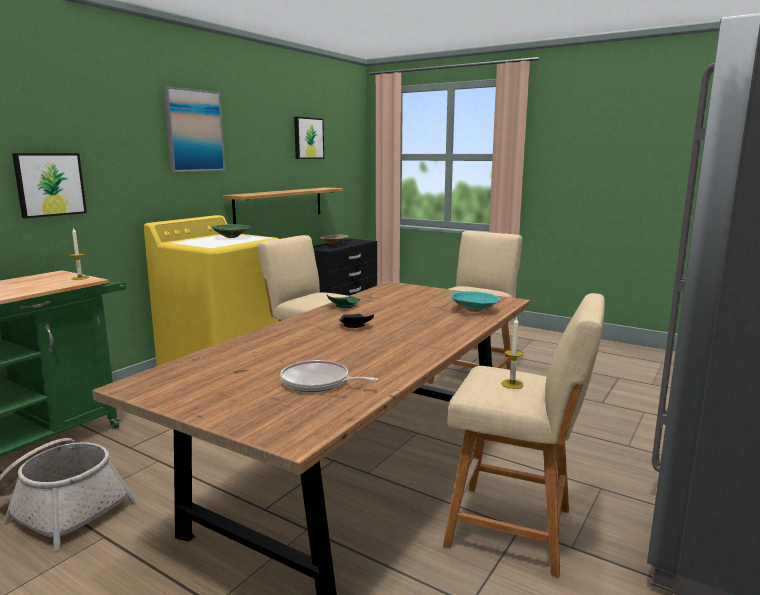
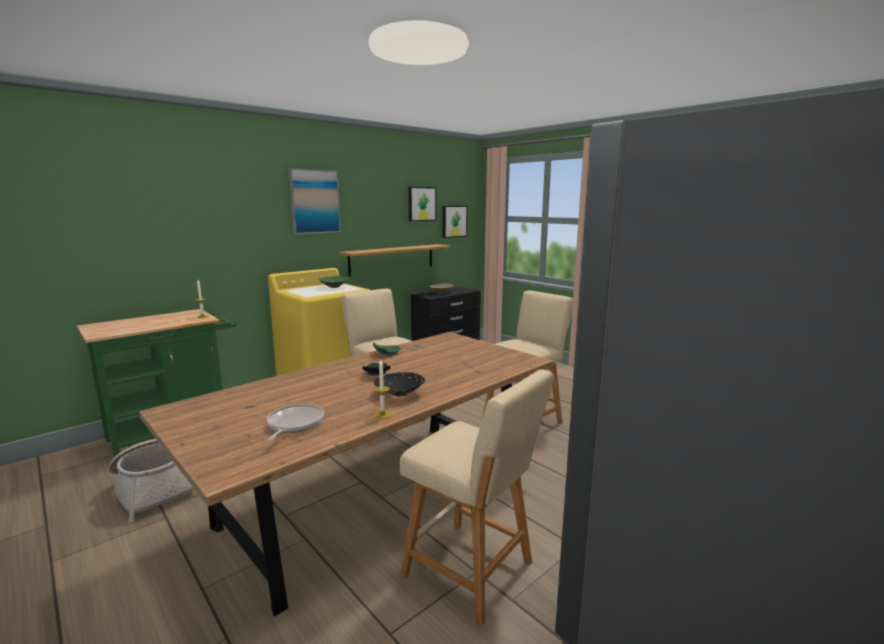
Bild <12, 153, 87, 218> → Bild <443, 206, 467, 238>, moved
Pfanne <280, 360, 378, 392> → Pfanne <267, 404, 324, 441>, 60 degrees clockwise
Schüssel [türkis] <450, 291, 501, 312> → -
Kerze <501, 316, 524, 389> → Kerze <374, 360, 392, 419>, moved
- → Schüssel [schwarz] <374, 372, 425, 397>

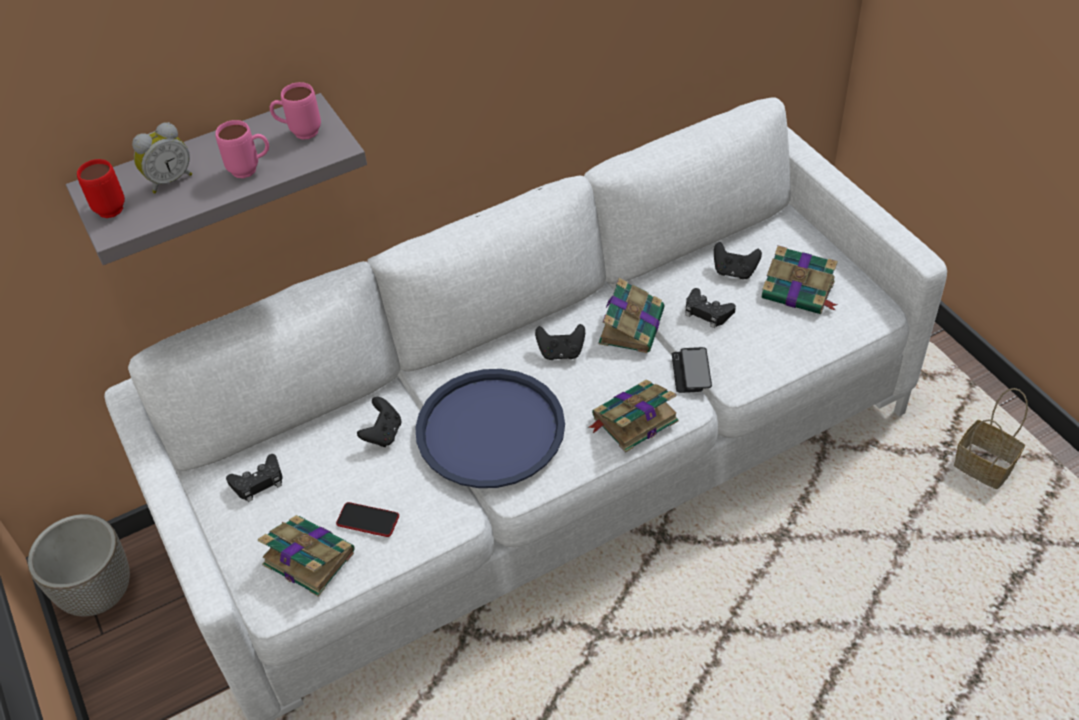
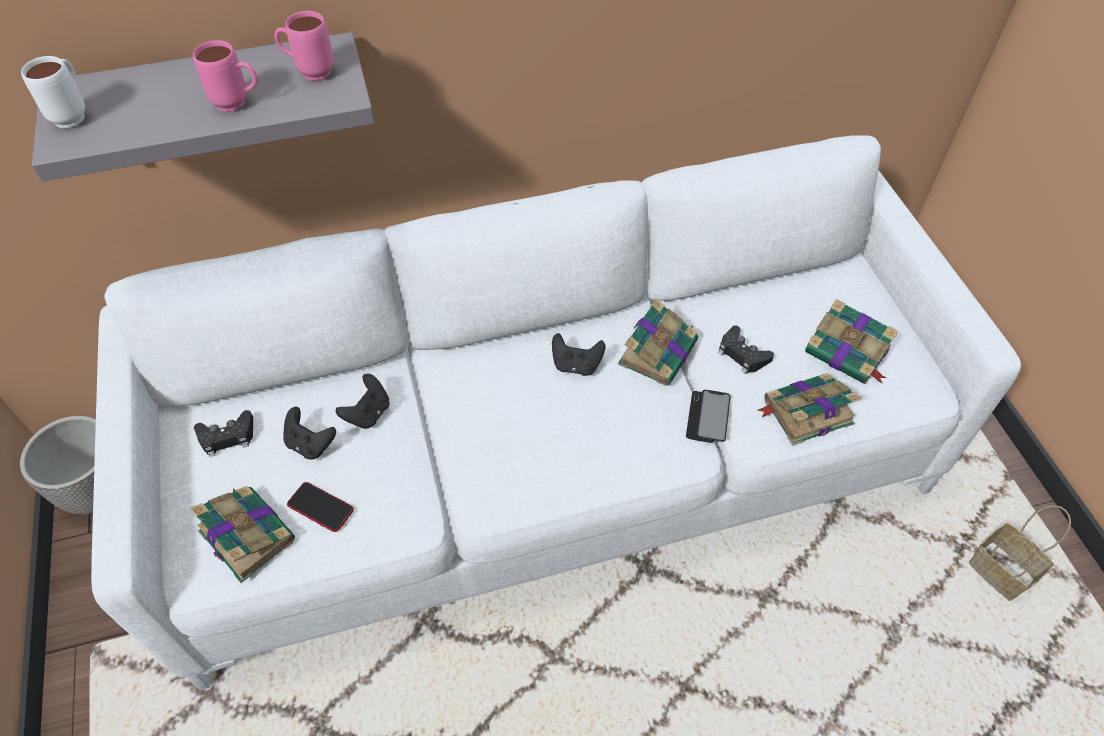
Henkelbecher [rot] <77, 159, 125, 218> → Henkelbecher [weiß] <21, 56, 85, 128>
Wecker <132, 122, 192, 193> → -
Tablett [blau] <415, 369, 565, 488> → -
Buch <588, 380, 679, 453> → Buch <758, 373, 862, 446>, moved
Gamepad [schwarz] <714, 242, 762, 279> → Gamepad [schwarz] <283, 407, 336, 460>, moved

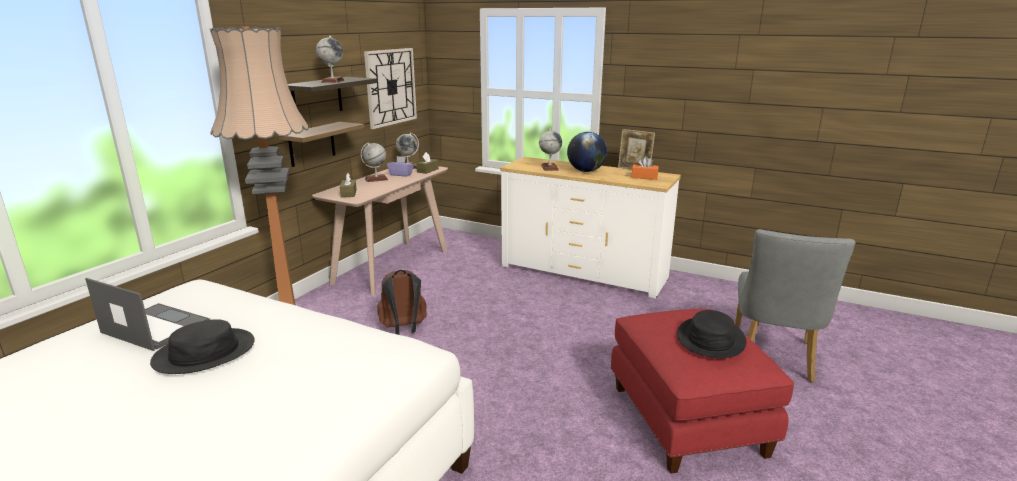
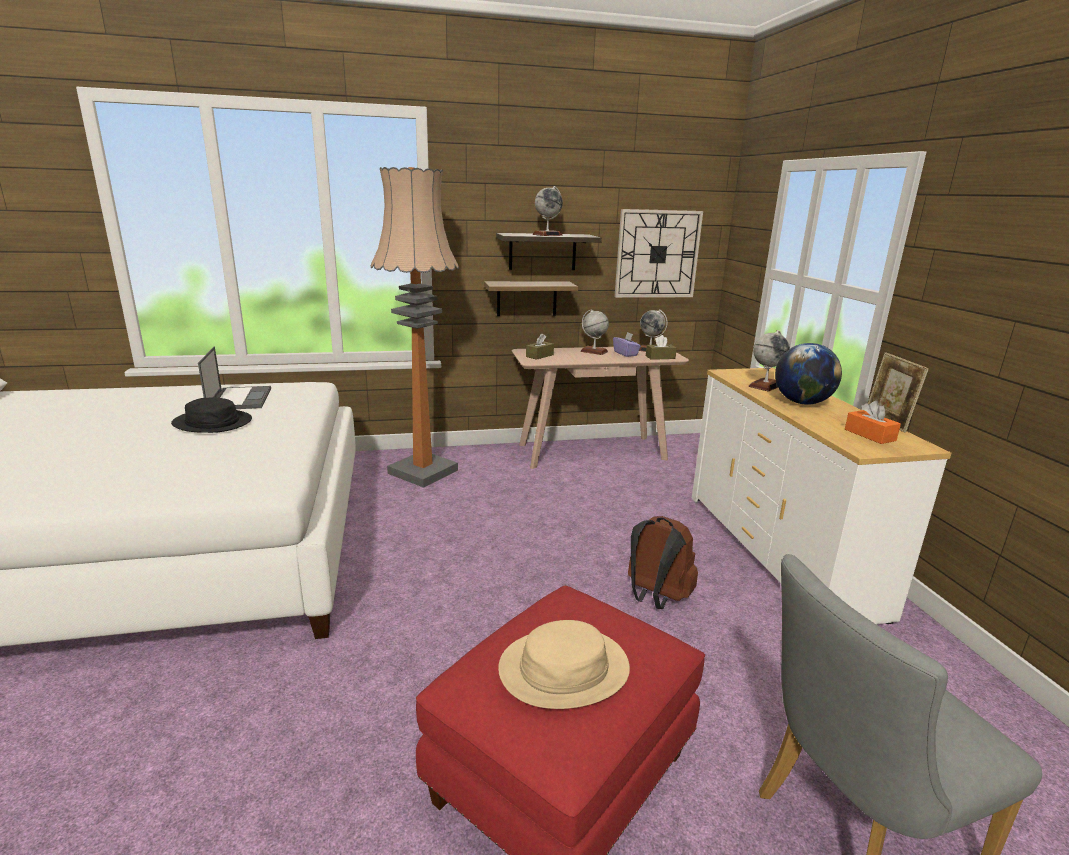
Rucksack [braun] <377, 270, 427, 335> → Rucksack [braun] <628, 516, 698, 609>, moved
Hut [schwarz] <677, 310, 747, 358> → Hut [beige] <498, 620, 630, 709>

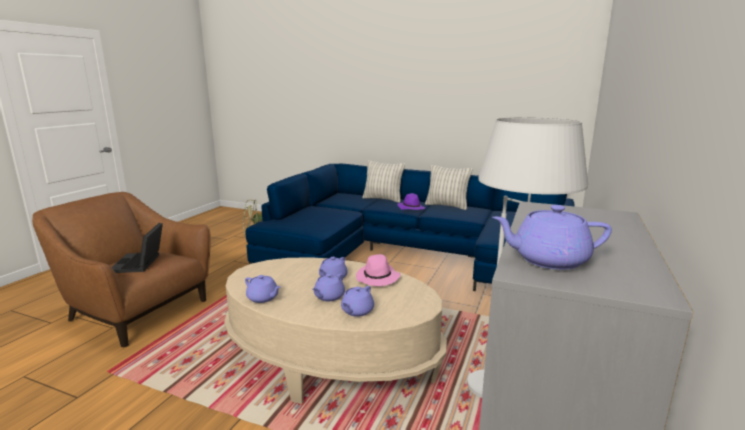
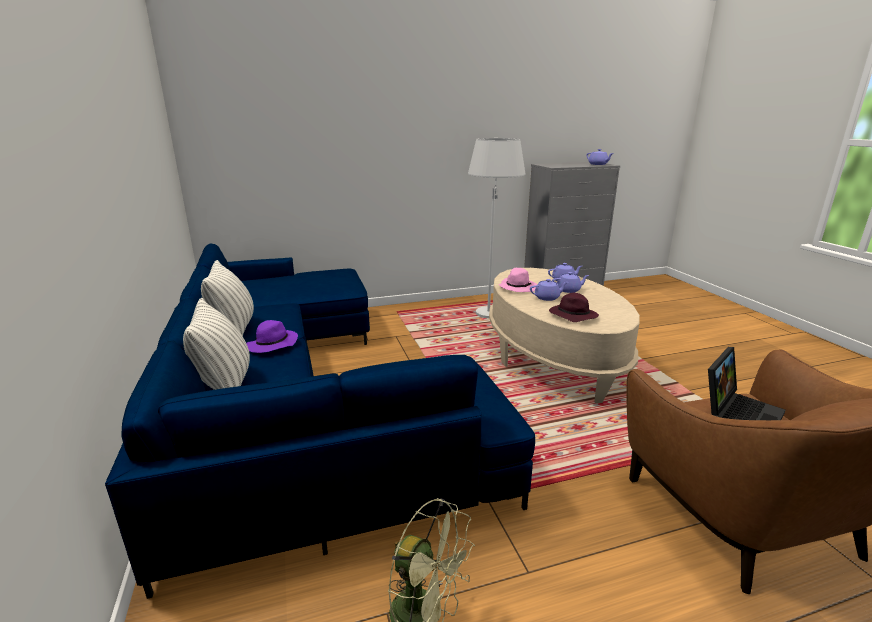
Teekanne [lila] <245, 275, 281, 303> → -
- → Hut [lila] <549, 293, 599, 322>

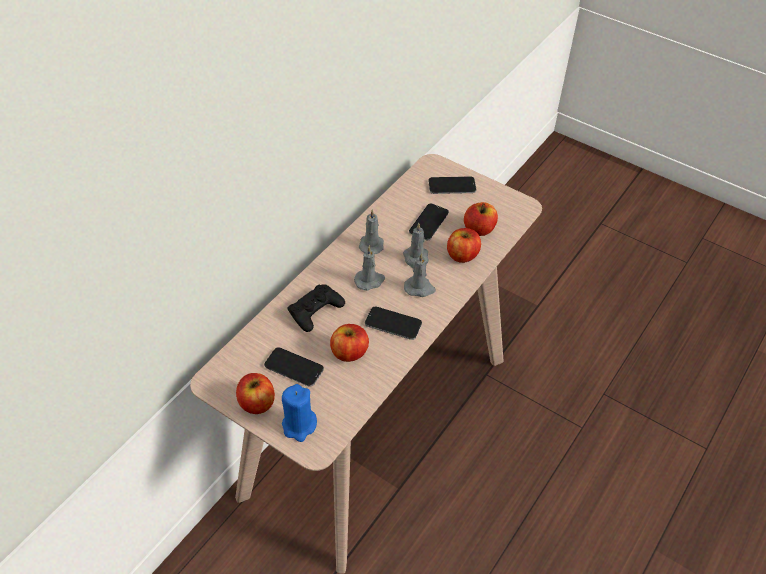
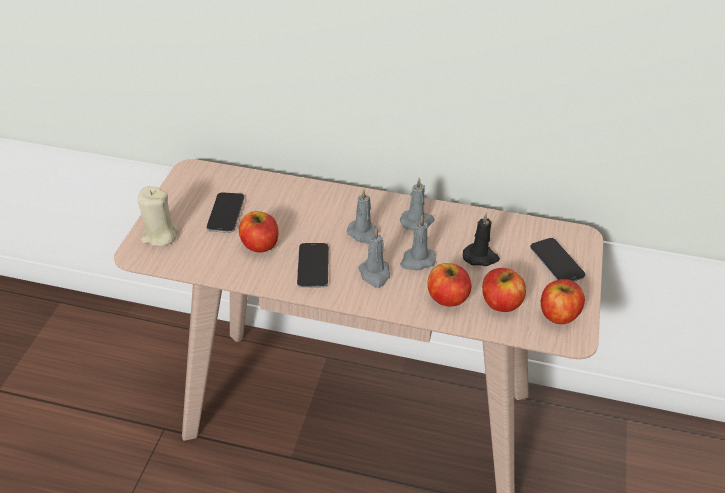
Apfel <236, 373, 275, 414> → Apfel <541, 279, 585, 324>, moved
Kerze [blau] <282, 384, 317, 442> → Kerze [beige] <138, 186, 178, 247>
Gamepad [schwarz] <287, 284, 345, 332> → -
Handy <409, 204, 449, 241> → Kerze [schwarz] <463, 212, 500, 266>

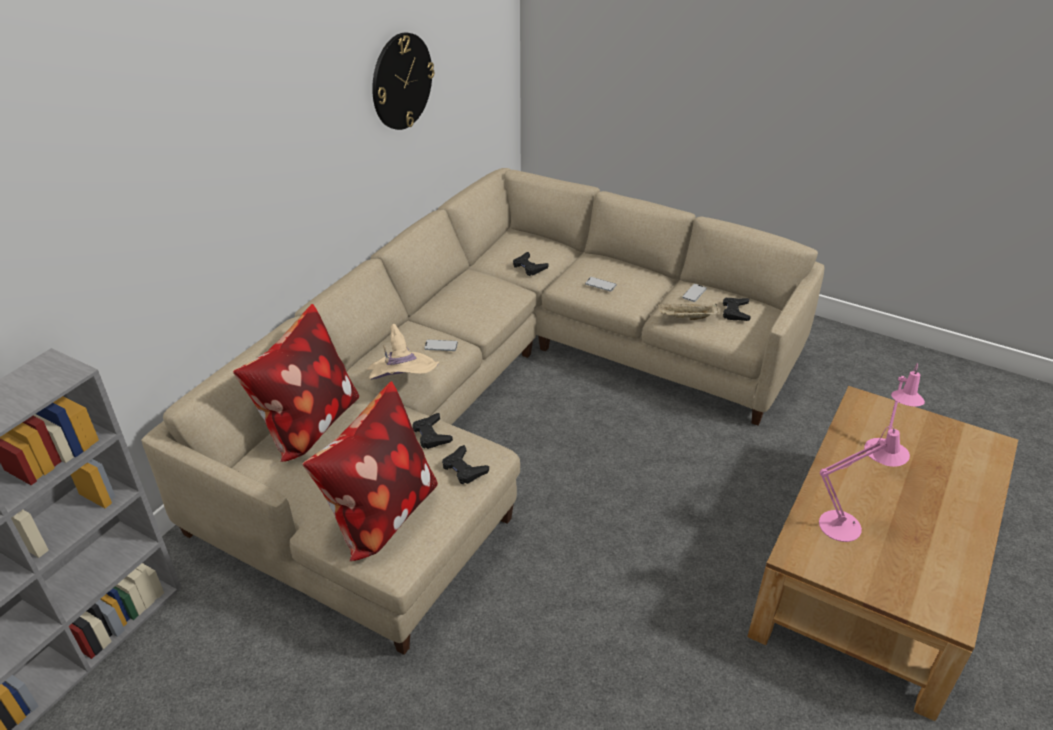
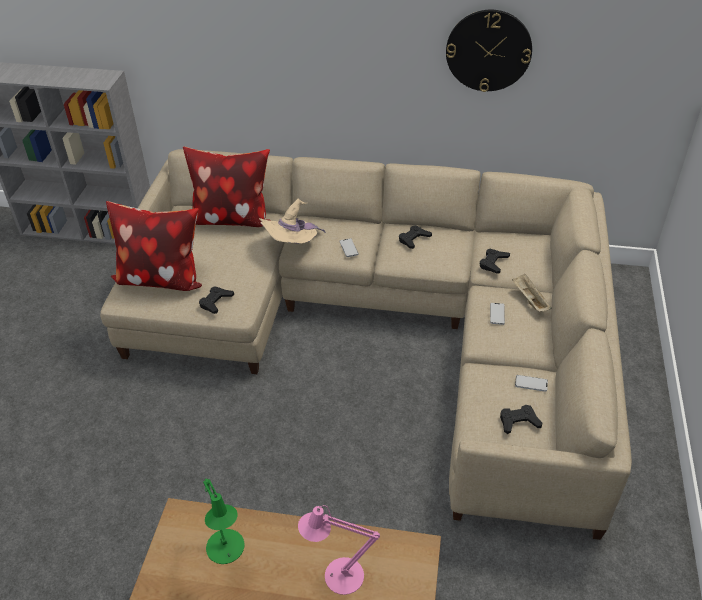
Gamepad [schwarz] <412, 413, 453, 449> → Gamepad [schwarz] <399, 225, 432, 249>, moved
Tablett [beige] <658, 304, 719, 320> → Tablett [beige] <512, 273, 552, 312>, moved
Tischlampe [rosa] <819, 426, 910, 542> → Tischlampe [grün] <203, 479, 245, 564>

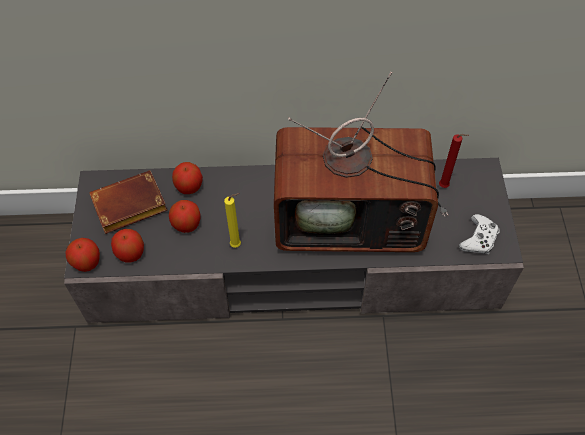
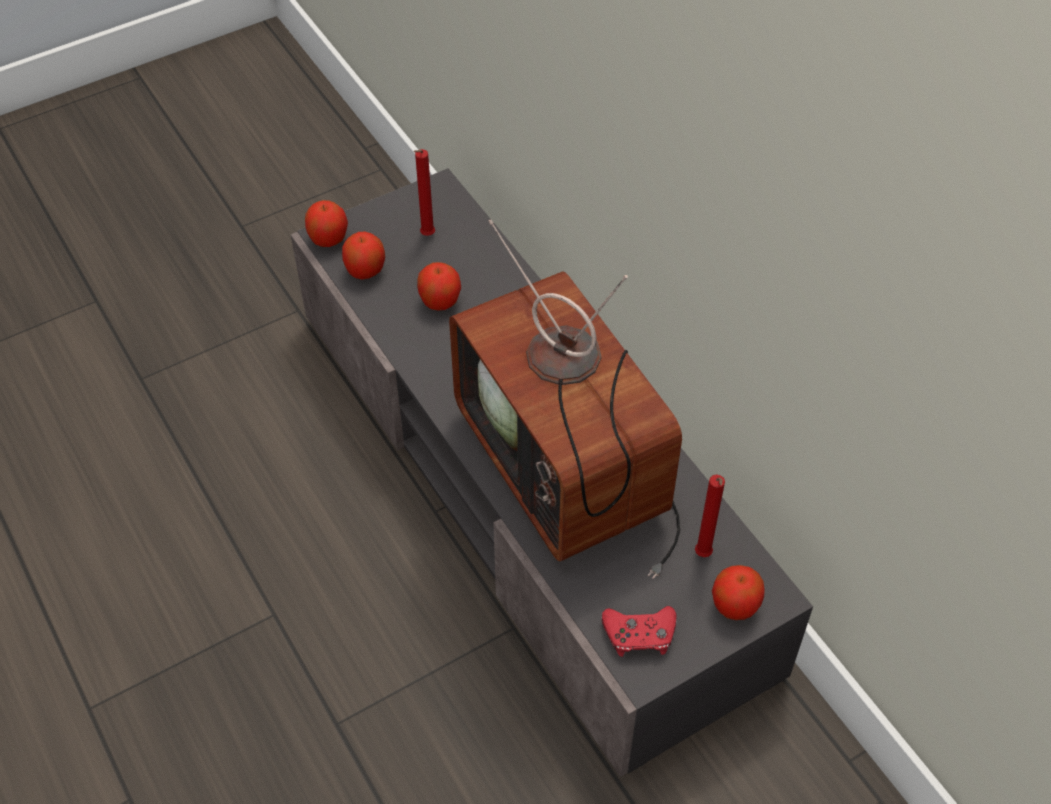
Buch [braun] <89, 170, 168, 234> → Kerze [rot] <413, 149, 435, 236>
Apfel <172, 162, 203, 194> → Apfel <712, 565, 765, 620>, moved
Kerze [gelb] <224, 193, 241, 248> → -
Gamepad [weiß] <459, 214, 500, 254> → Gamepad [rot] <601, 606, 677, 657>

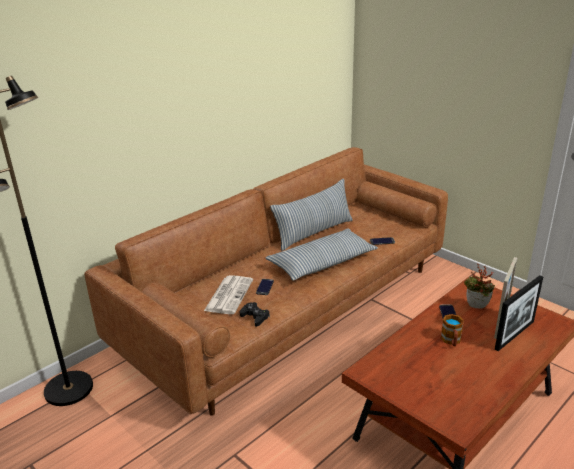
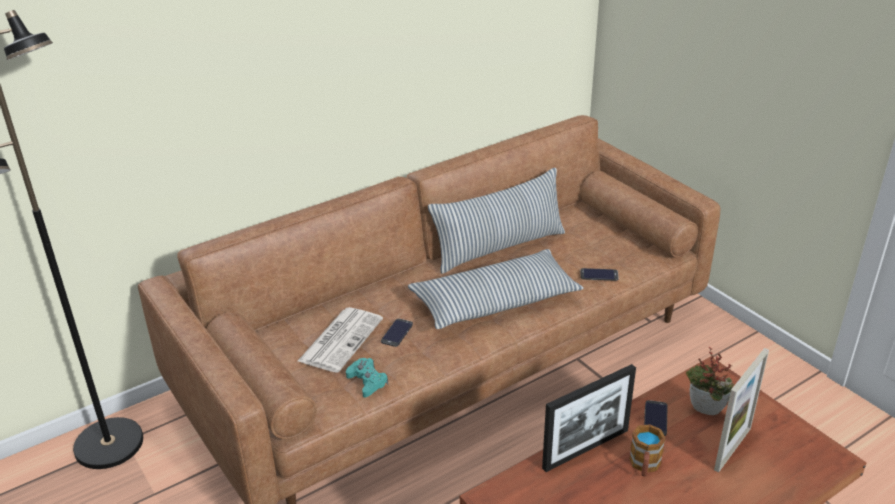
Gamepad [schwarz] <240, 302, 270, 327> → Gamepad [türkis] <346, 358, 388, 398>
Bilderrahmen <495, 275, 543, 351> → Bilderrahmen <542, 364, 636, 472>, moved

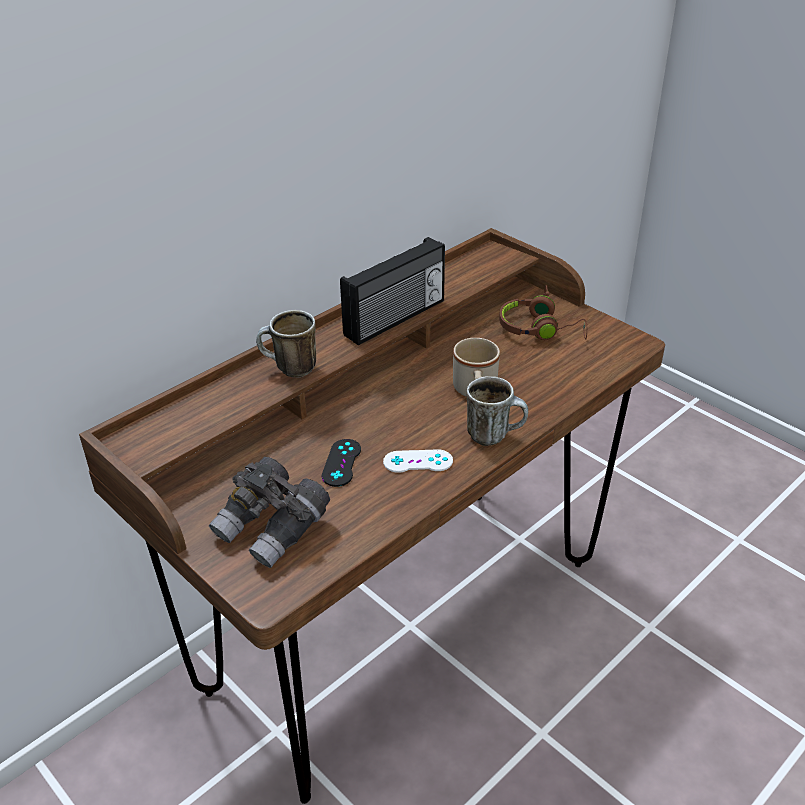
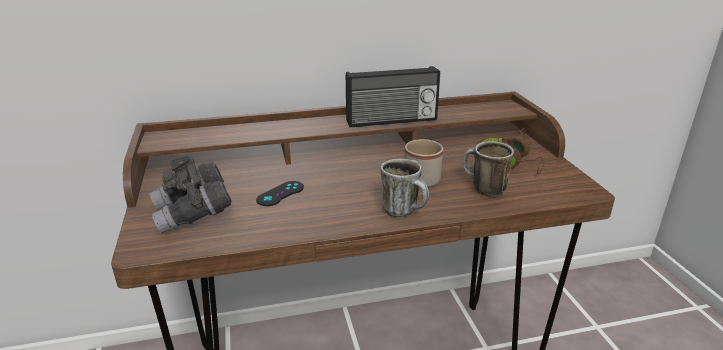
Henkelbecher <256, 310, 316, 377> → Henkelbecher <462, 141, 514, 197>, moved
Gamepad [weiß] <383, 449, 453, 473> → -

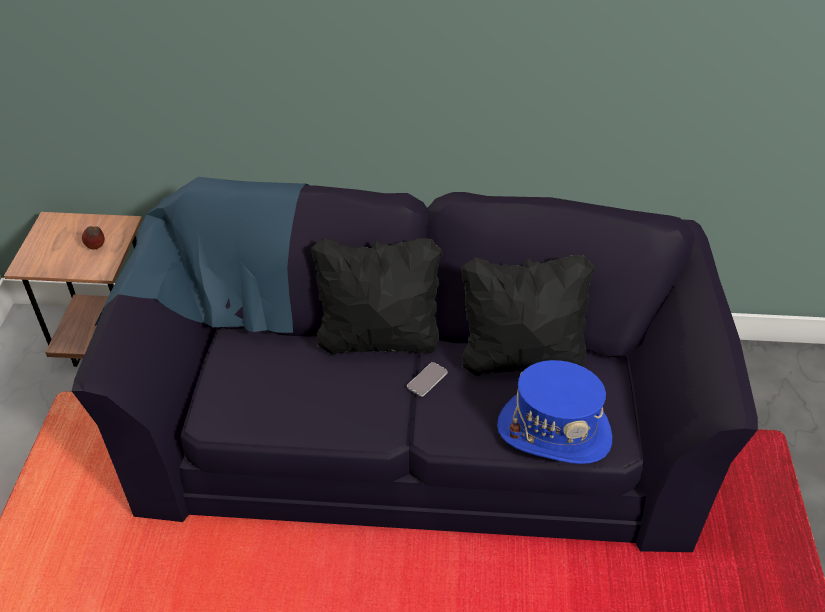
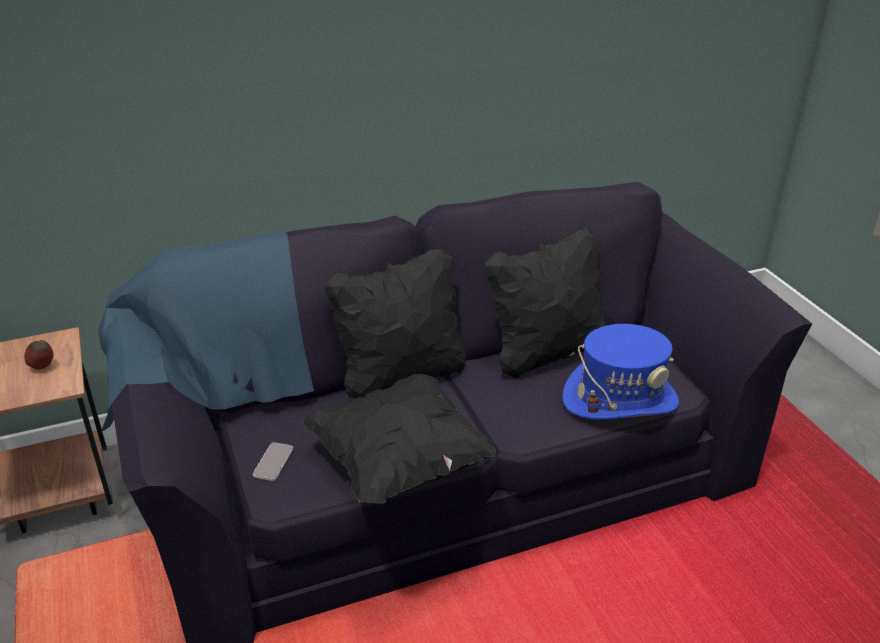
Handy <407, 362, 448, 397> → Handy <253, 442, 293, 481>, moved
- → Kissen [schwarz] <303, 374, 496, 504>

